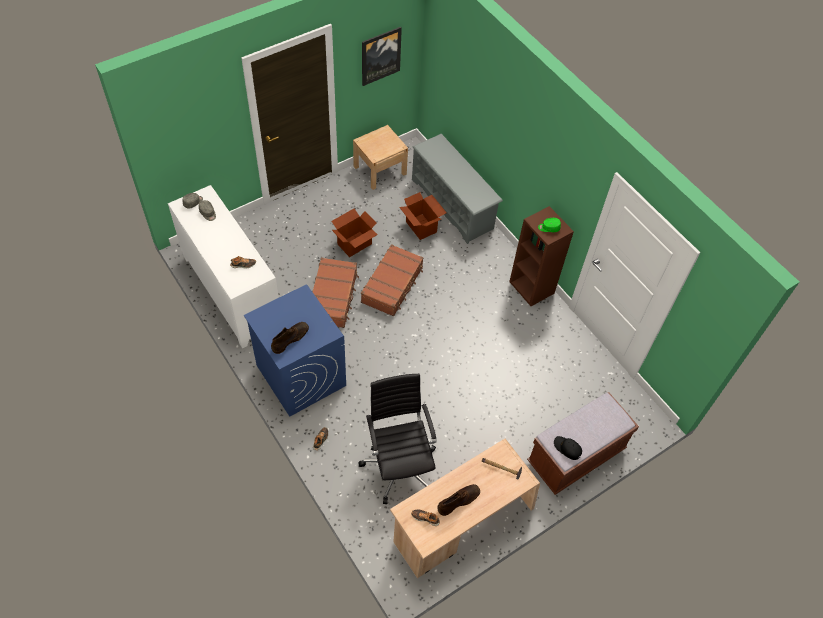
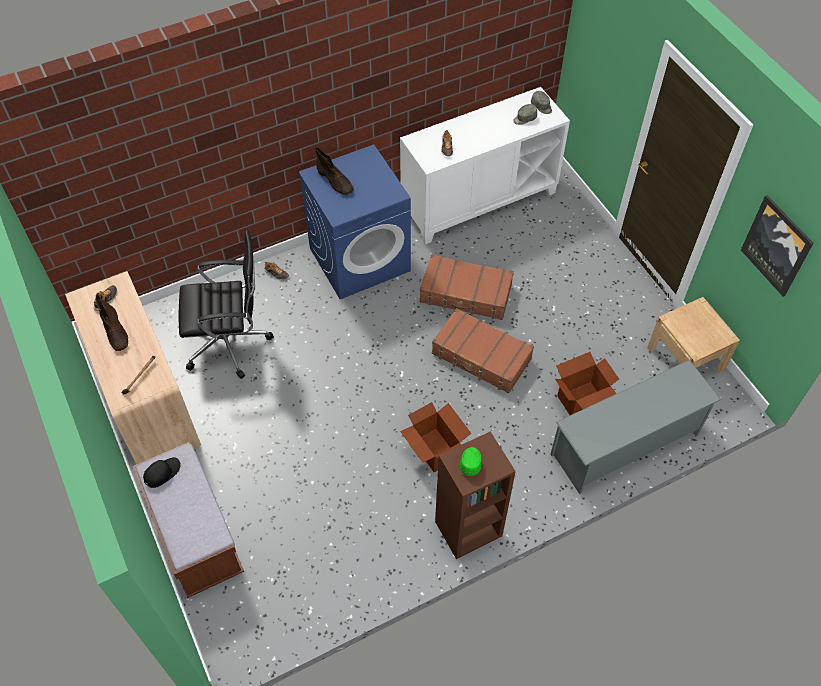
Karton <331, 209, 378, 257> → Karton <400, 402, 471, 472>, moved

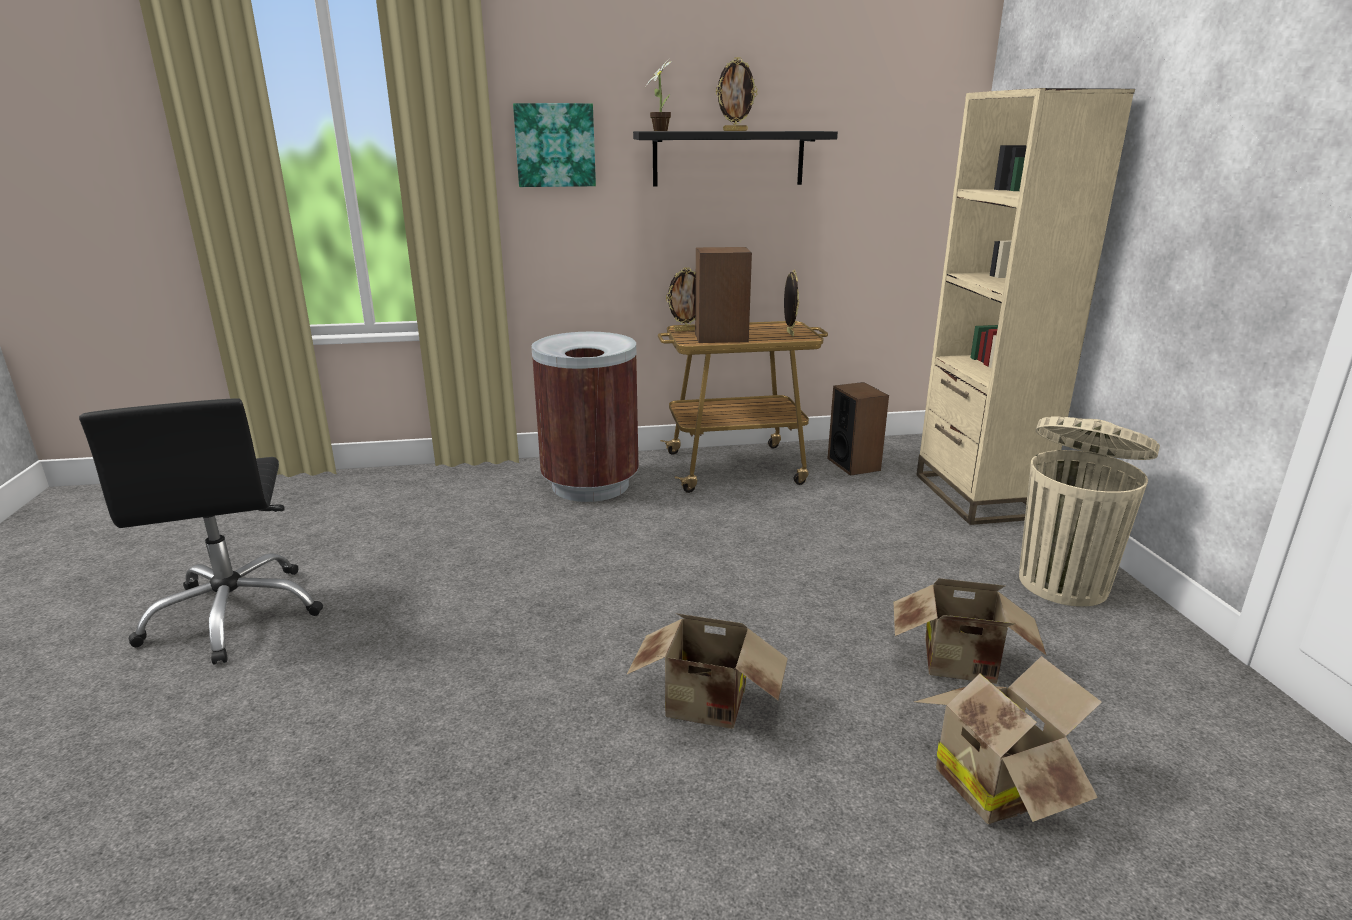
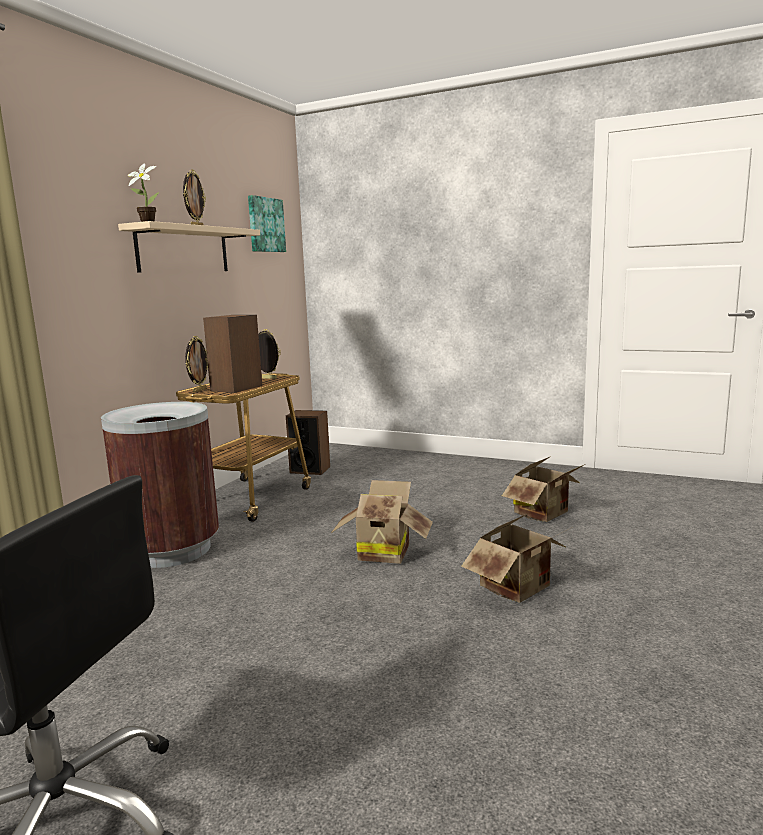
Bild <513, 103, 596, 187> → Bild <248, 195, 286, 252>, moved
Wandregal [schwarz] <633, 131, 838, 186> → Wandregal [beige] <118, 221, 260, 273>
Karton <914, 656, 1102, 824> → Karton <331, 480, 433, 564>, moved
Bücherregal [beige] <916, 88, 1135, 525> → -
Mülleimer [beige] <1019, 417, 1160, 607> → -

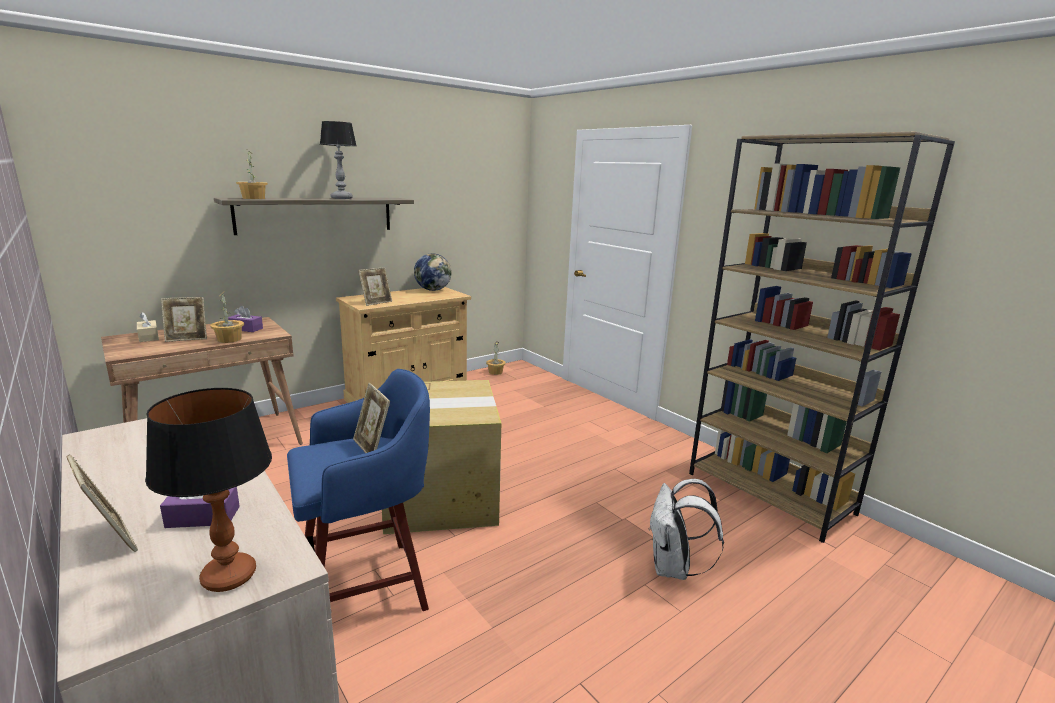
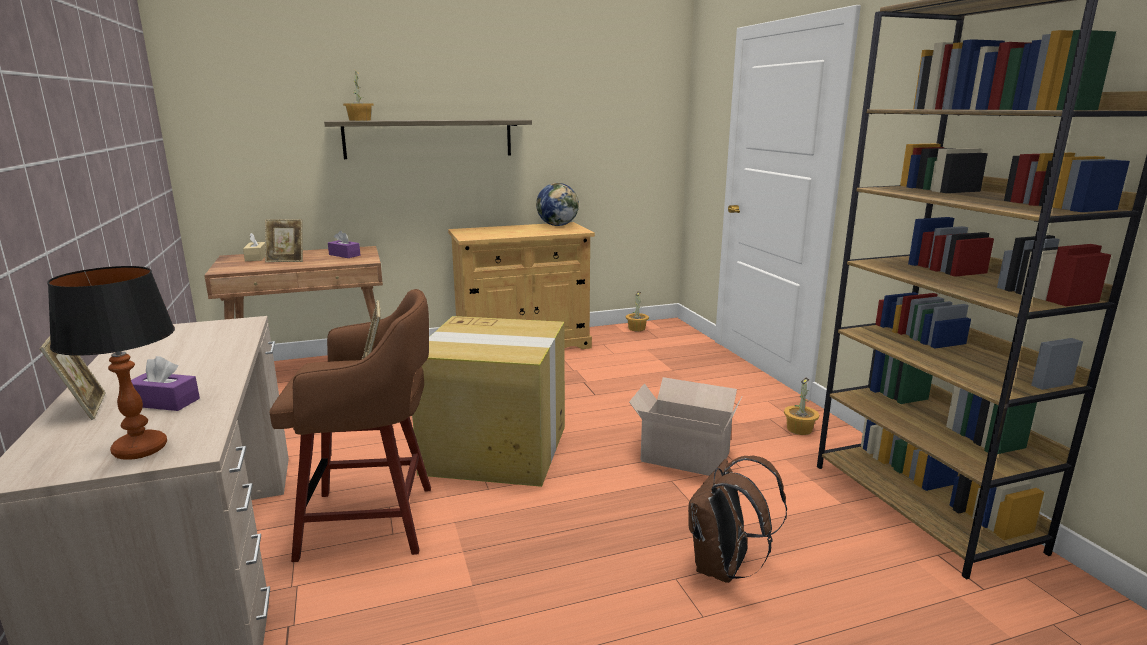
Topfpflanze <210, 292, 244, 343> → Topfpflanze <784, 377, 819, 435>, moved
Hocker [blau] <287, 369, 430, 611> → Hocker [braun] <269, 289, 431, 562>
Tischlampe <320, 121, 356, 199> → -
Bilderrahmen <358, 267, 392, 306> → -
Rucksack [weiß] <649, 479, 724, 580> → Rucksack [braun] <688, 456, 787, 583>
- → Karton <629, 377, 742, 476>

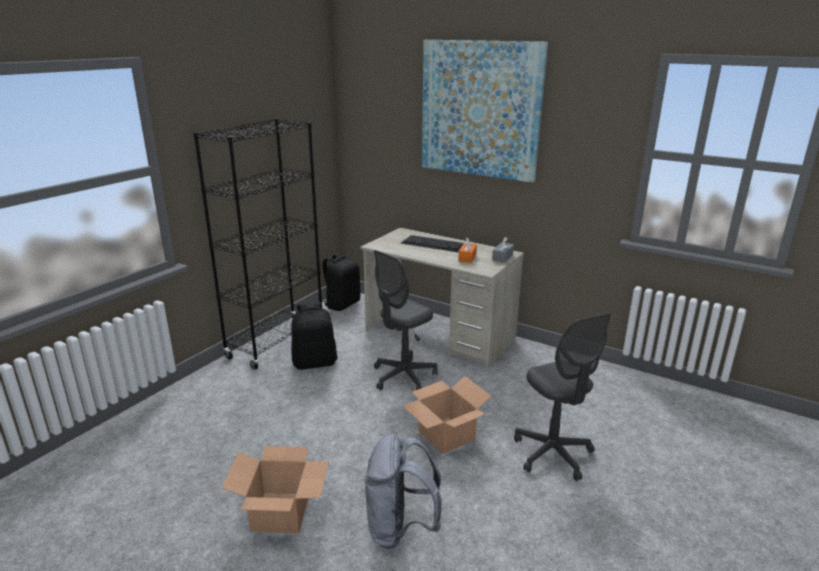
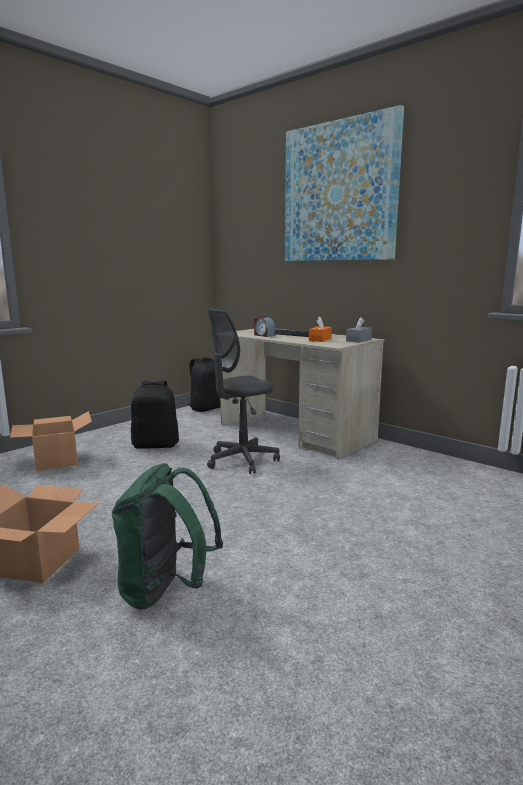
Bücherregal [schwarz] <193, 118, 322, 370> → -
Rucksack [grau] <364, 433, 442, 549> → Rucksack [grün] <112, 463, 223, 610>
Karton <402, 376, 492, 454> → Karton <10, 411, 92, 471>, moved
Bürostuhl [grau] <514, 313, 611, 481> → -
- → Wecker <254, 316, 275, 337>

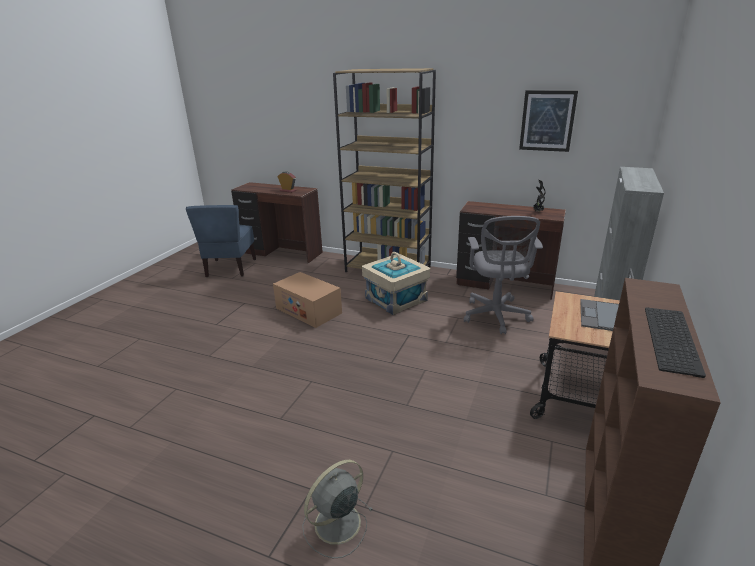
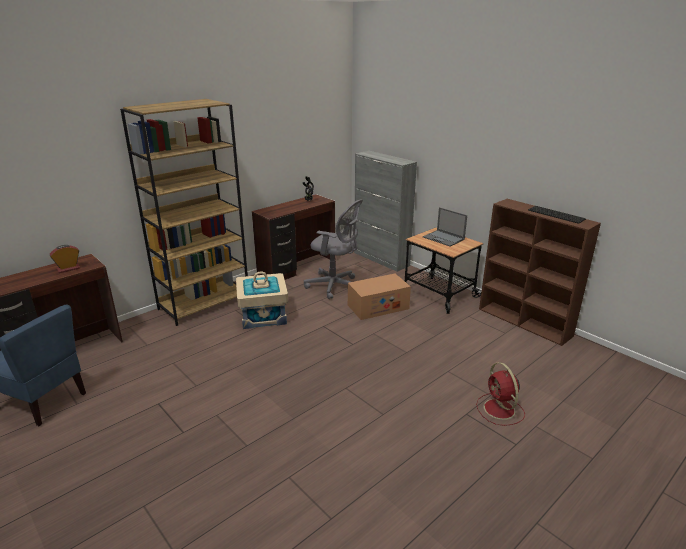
Karton <273, 272, 342, 328> → Karton <348, 274, 411, 320>, moved
Ventilator [grau] <302, 460, 373, 558> → Ventilator [rot] <476, 362, 525, 426>
Bild <519, 90, 578, 152> → -

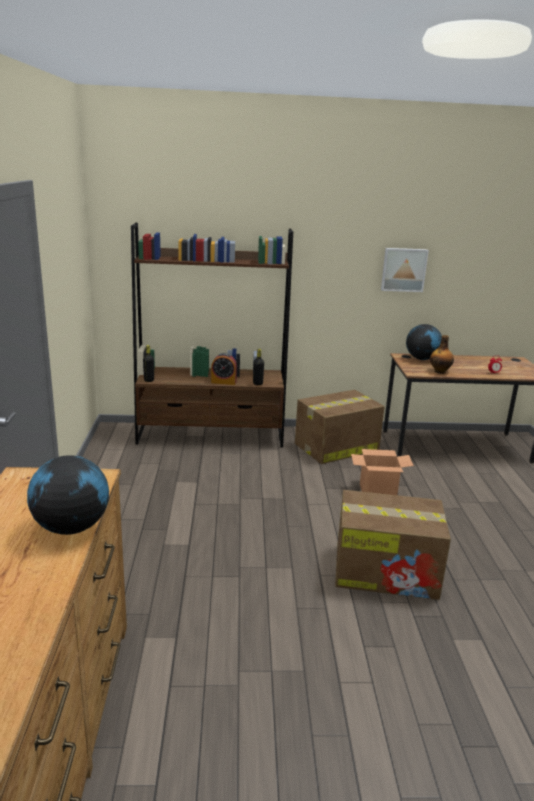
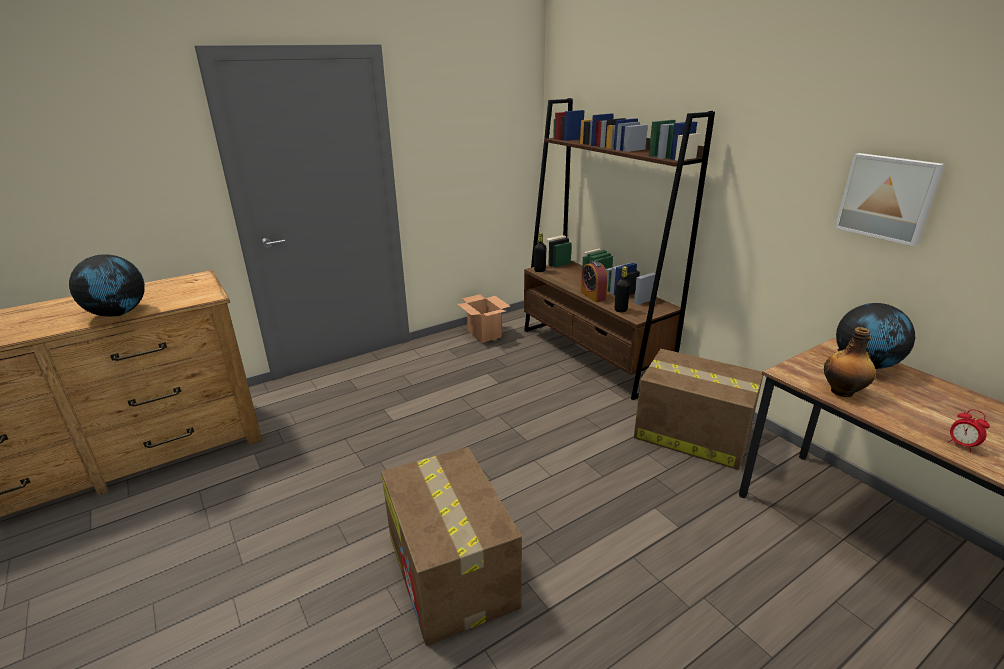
Karton <351, 449, 414, 495> → Karton <457, 294, 511, 343>, moved

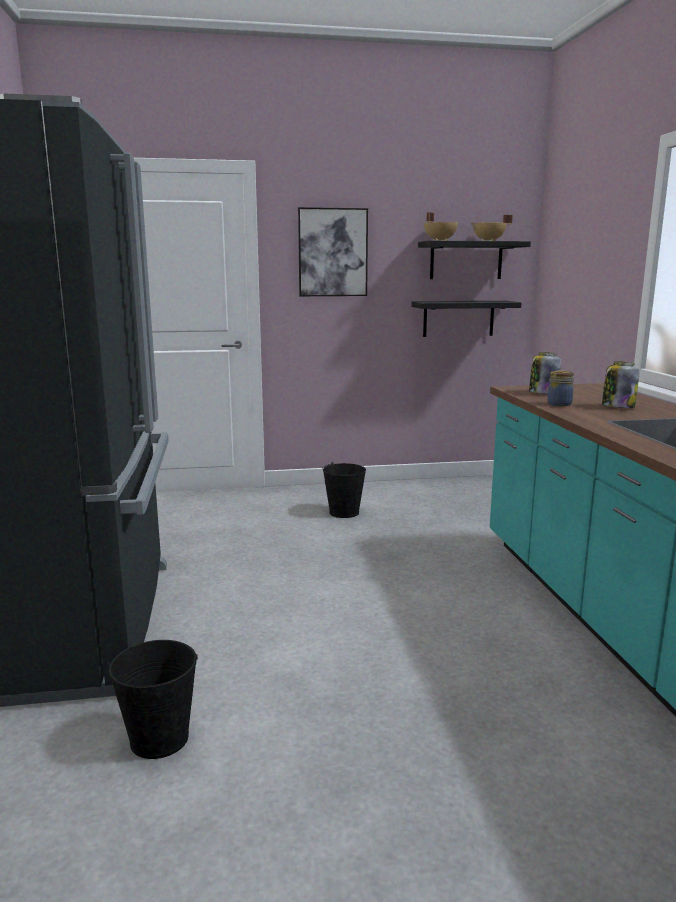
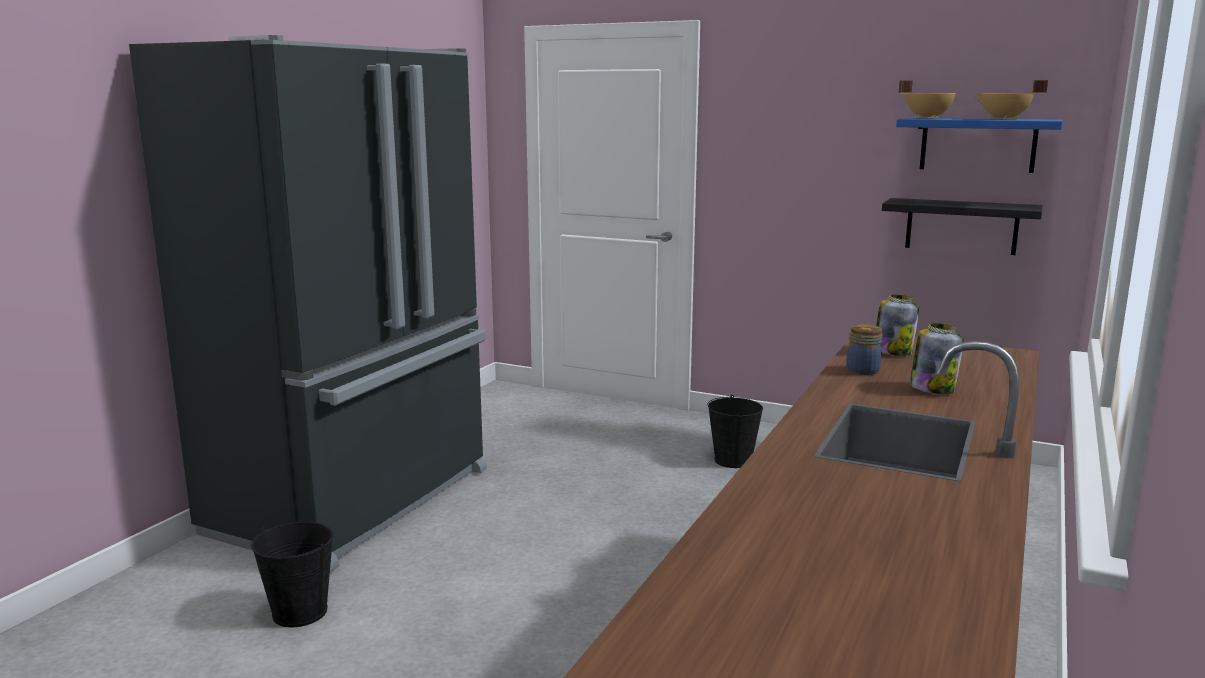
Bild <298, 207, 368, 296> → -
Wandregal [schwarz] <418, 241, 531, 279> → Wandregal [blau] <896, 118, 1062, 173>

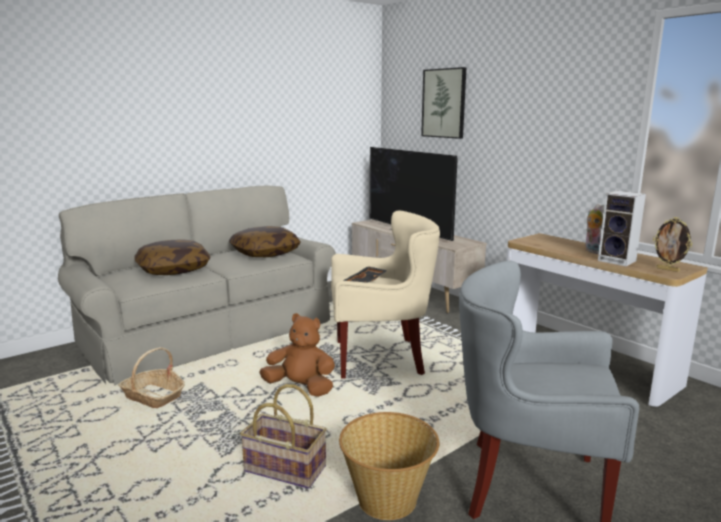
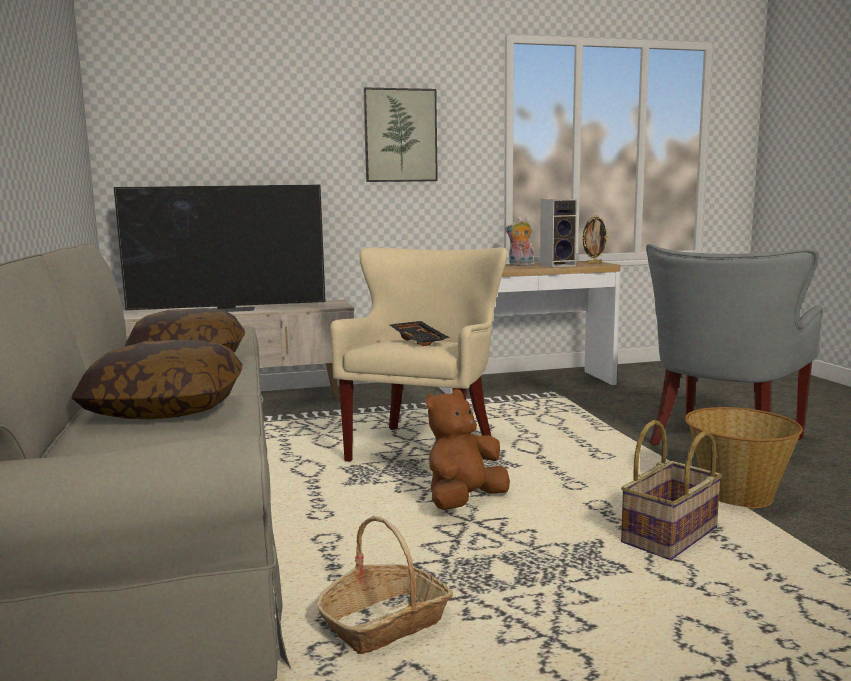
Bild <421, 67, 466, 139> → Bild <363, 87, 438, 182>, moved

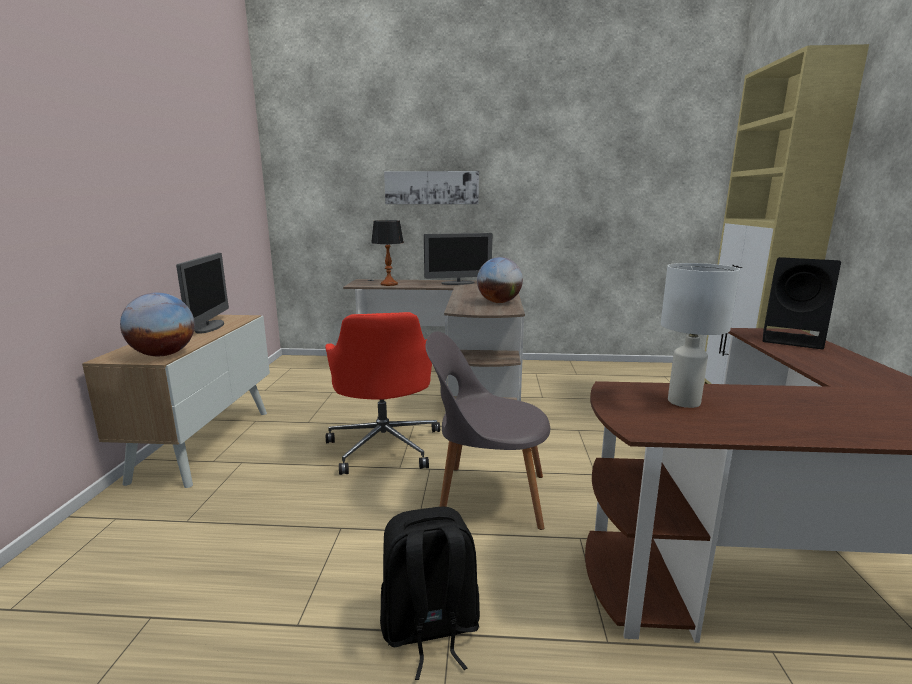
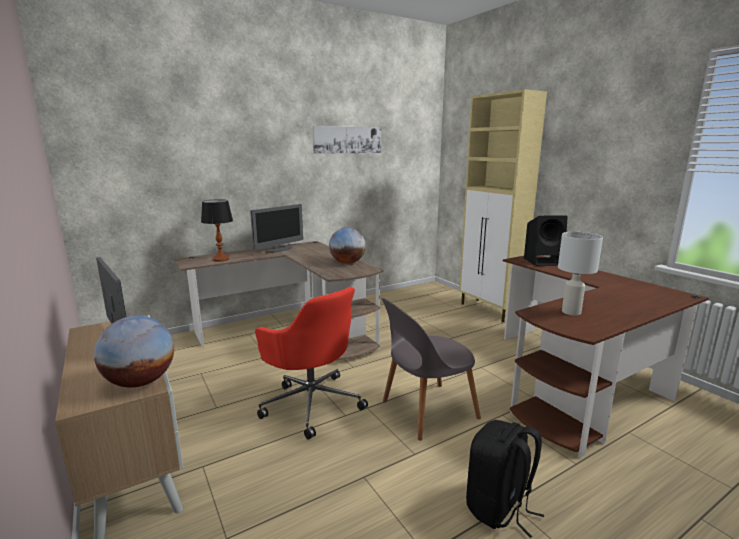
Bild <384, 171, 479, 204> → Bild <313, 126, 381, 154>, moved

